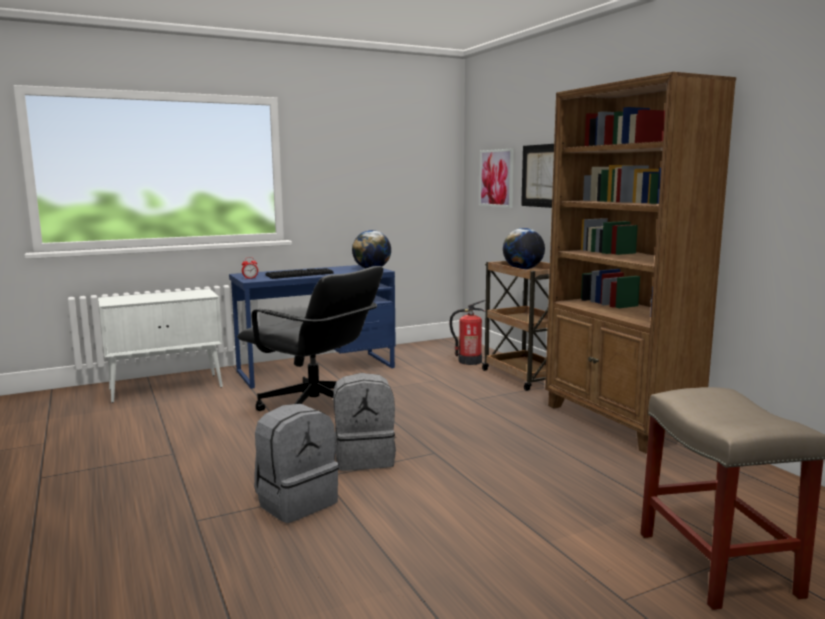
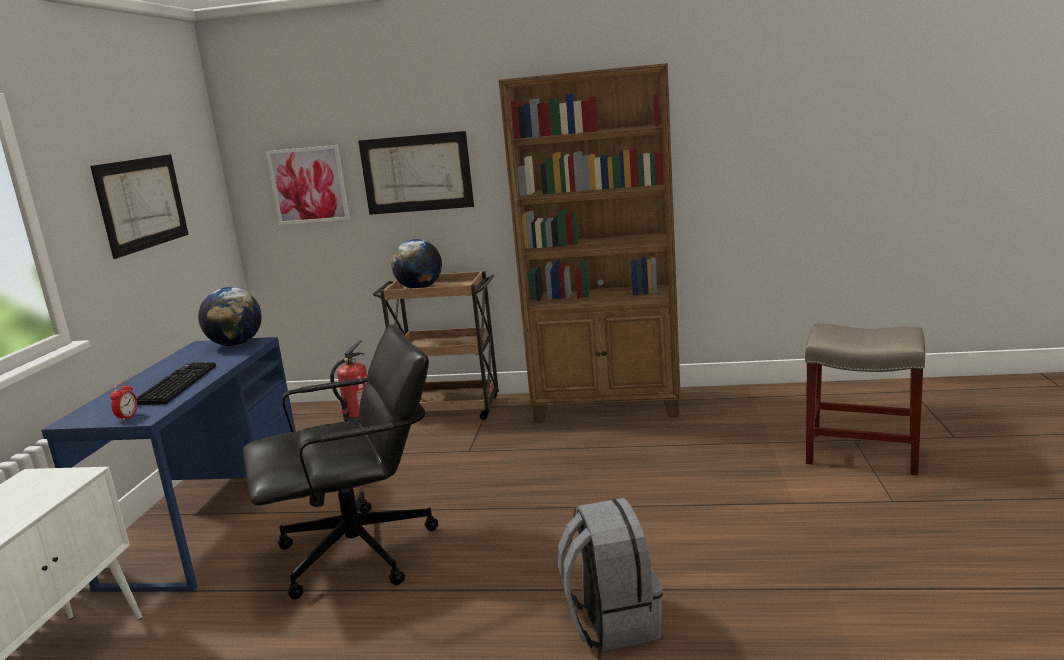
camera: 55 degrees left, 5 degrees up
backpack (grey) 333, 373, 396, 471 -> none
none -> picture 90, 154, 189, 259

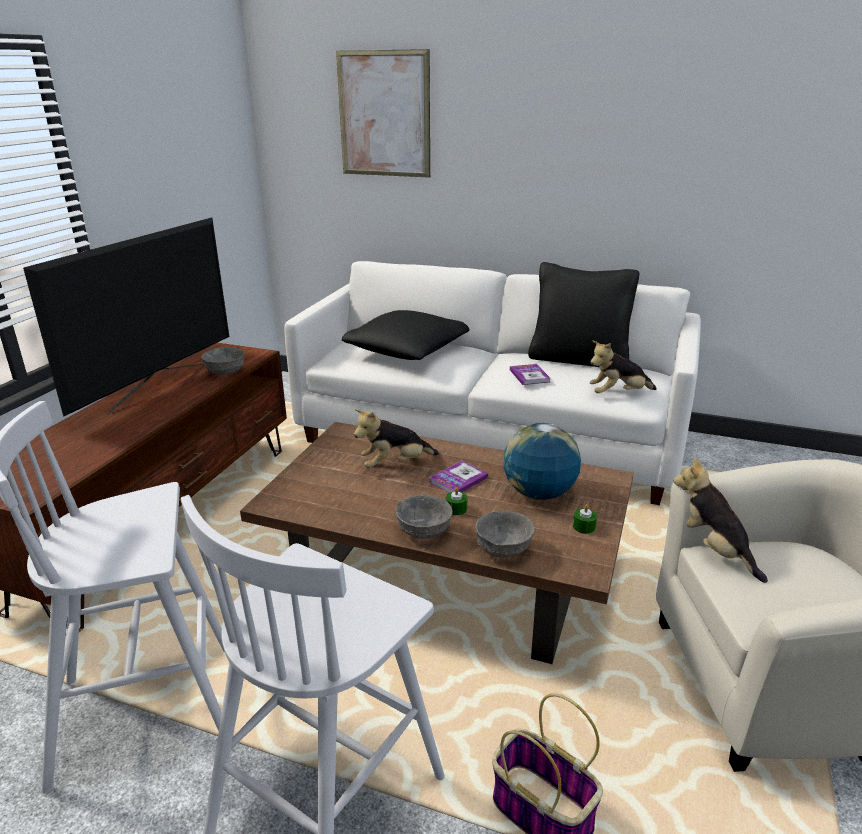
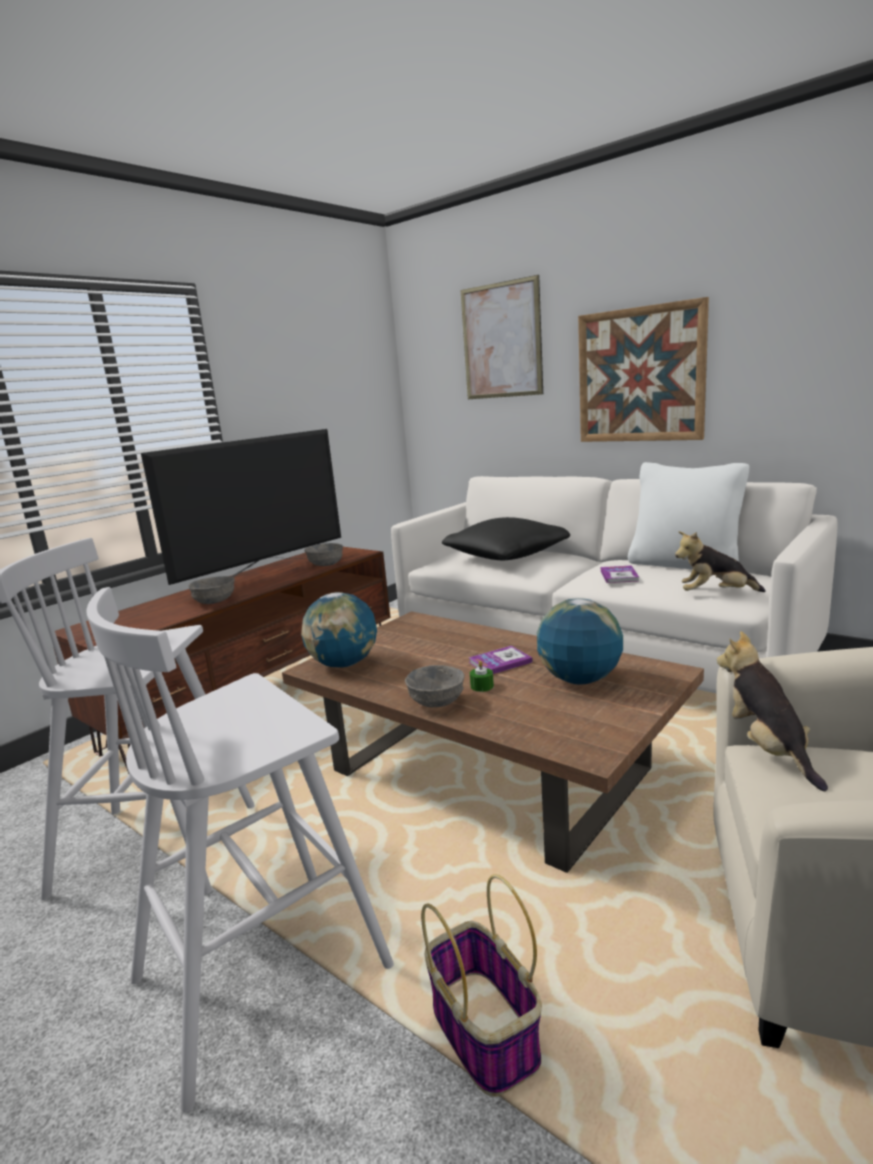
camera: 20 degrees right, 10 degrees down
plush toy 354, 409, 439, 468 -> none
bowl (grey) 476, 511, 535, 558 -> bowl (grey) 188, 576, 235, 604, move
pillow (black) 528, 262, 639, 367 -> pillow (white) 628, 462, 750, 570
candle (green) 573, 504, 597, 534 -> none
none -> globe 301, 592, 377, 668
none -> picture 578, 297, 709, 442

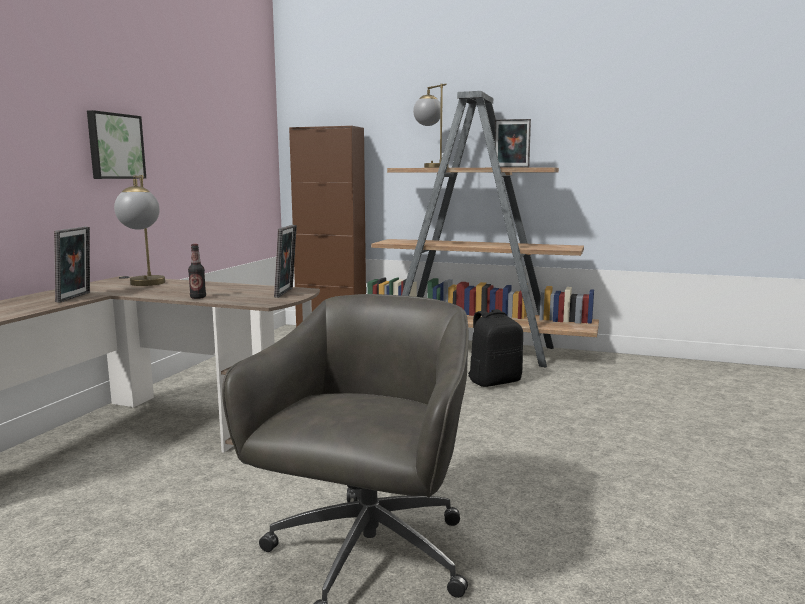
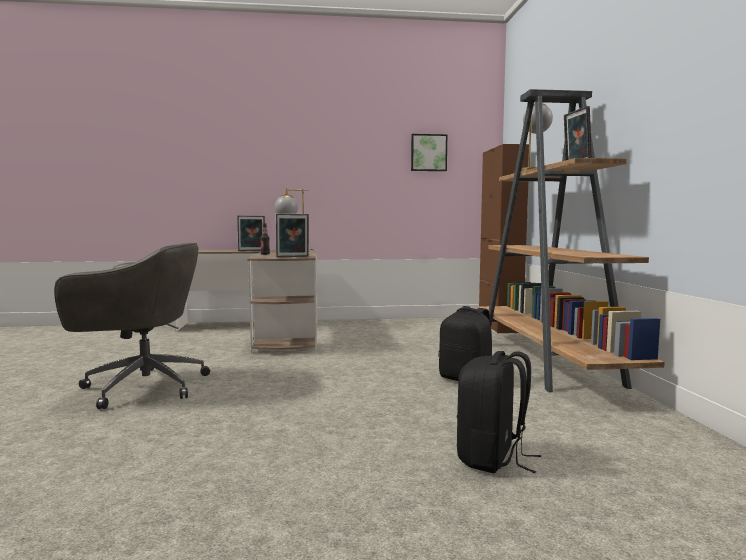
camera: 65 degrees right, 5 degrees down
picture 87, 110, 146, 179 -> picture 411, 134, 447, 171, move
none -> backpack (black) 457, 351, 541, 473

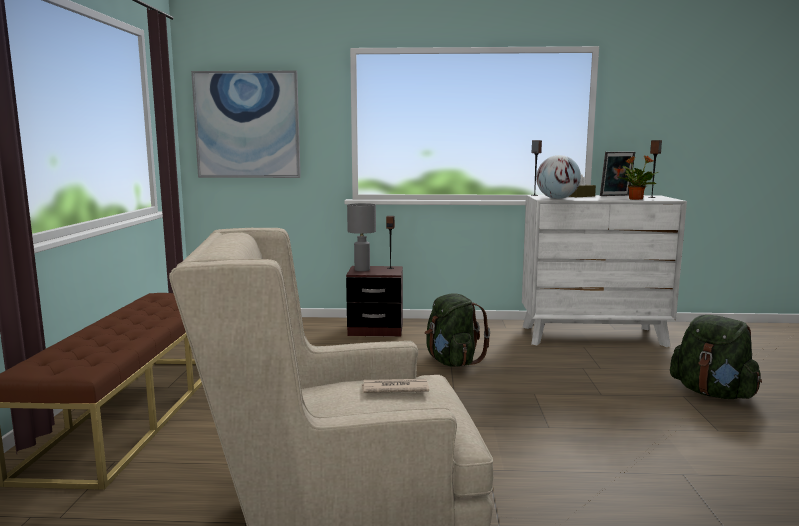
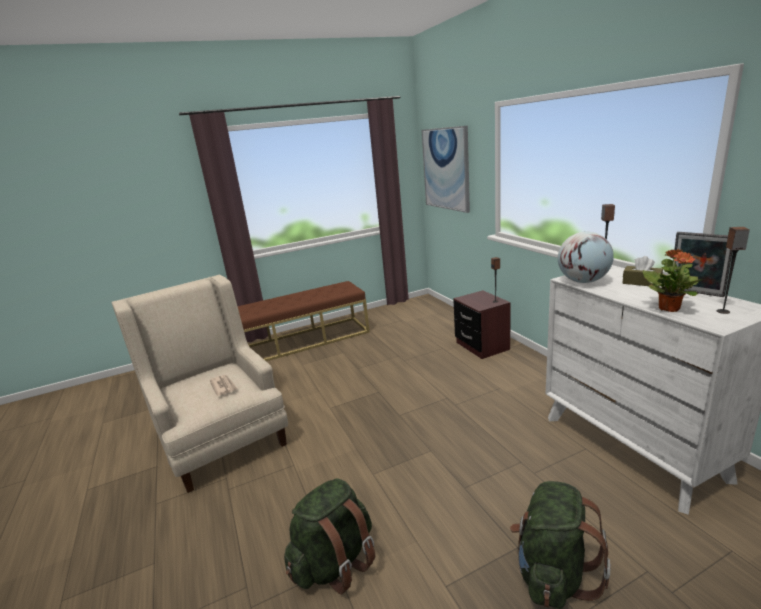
camera: 65 degrees right, 10 degrees up
table lamp (grey) 347, 203, 376, 271 -> none
backpack (green) 425, 293, 490, 367 -> backpack (green) 284, 478, 375, 594, move

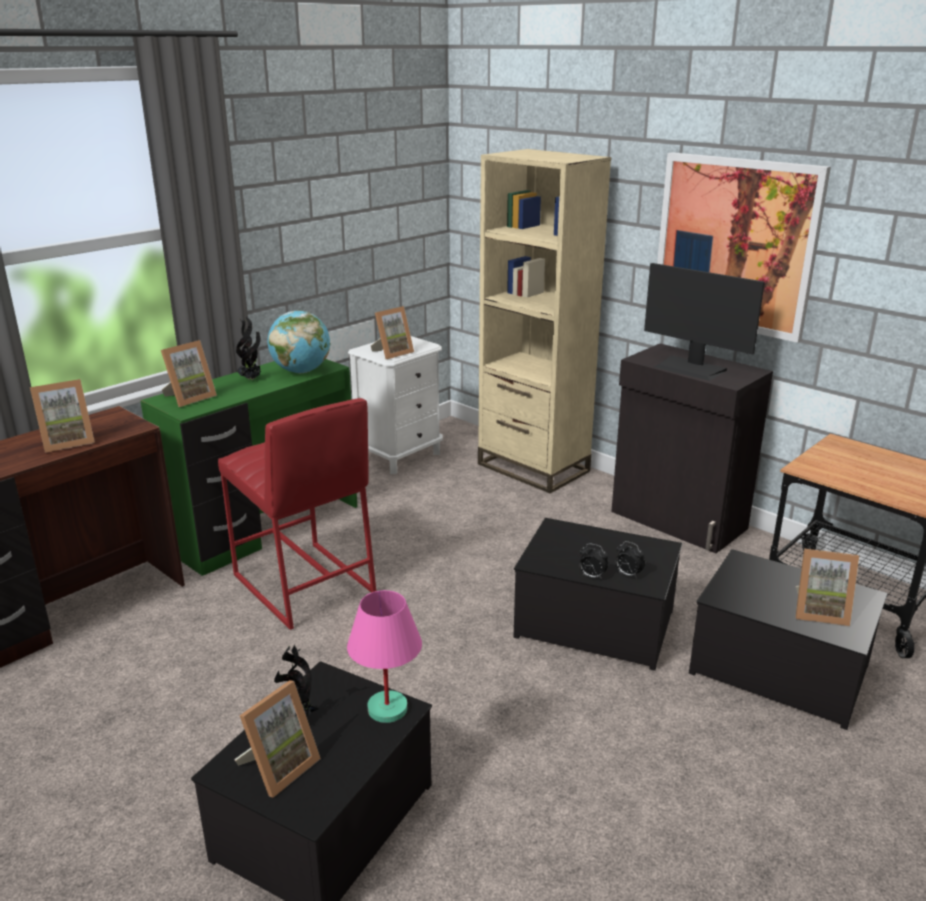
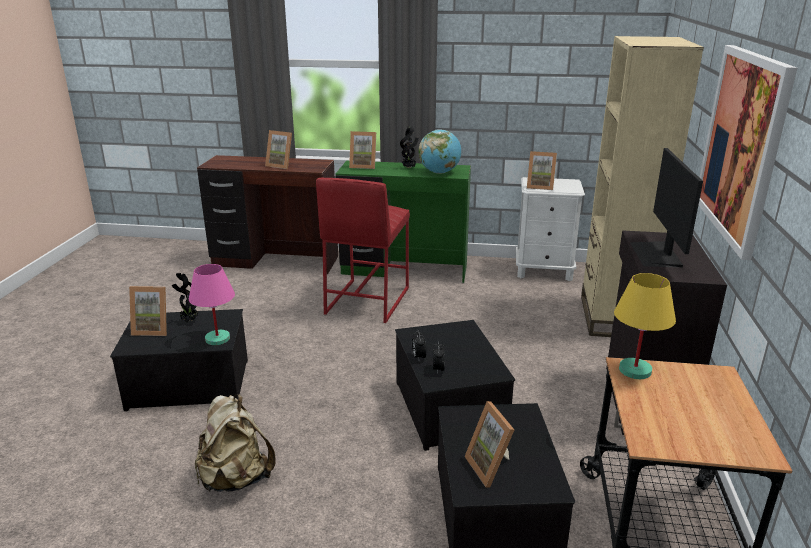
camera: 55 degrees right, 0 degrees up
none -> backpack (beige) 195, 394, 276, 492
none -> table lamp (yellow) 614, 273, 676, 379

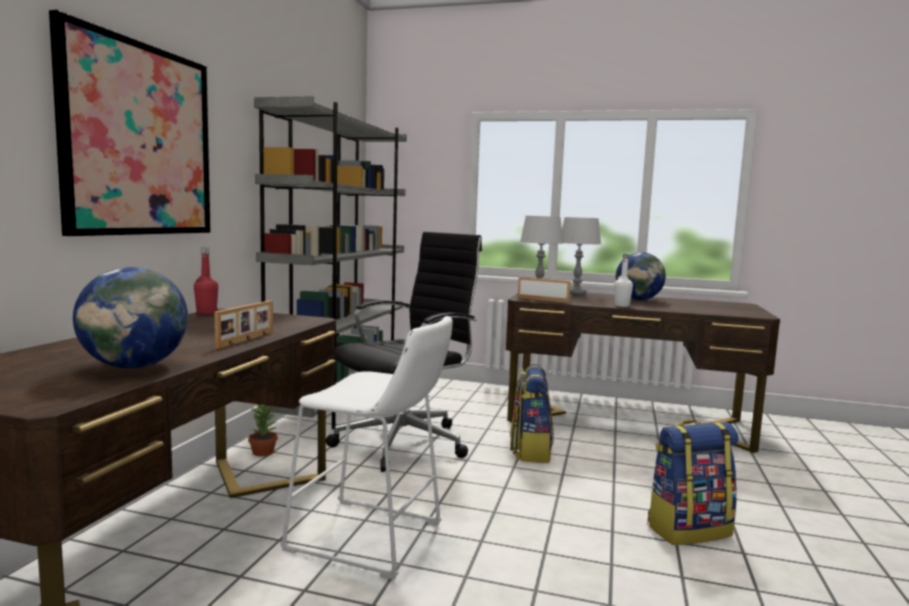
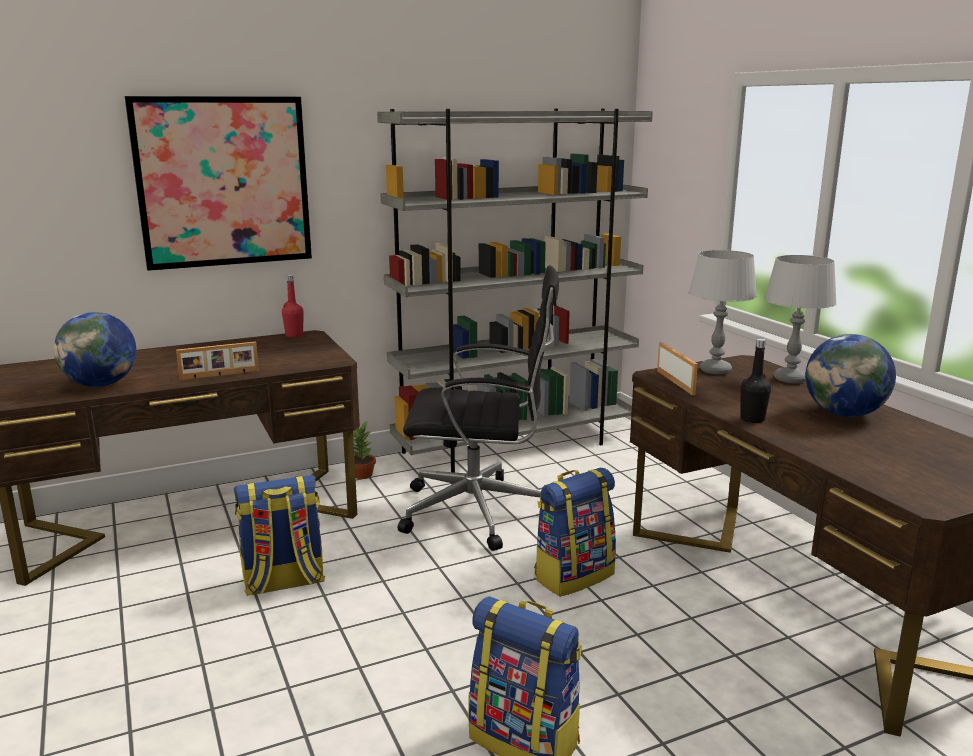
camera: 50 degrees right, 10 degrees up
stool (white) 280, 316, 453, 580 -> backpack 234, 475, 325, 596
bottle (white) 614, 254, 633, 307 -> bottle (black) 740, 338, 771, 423

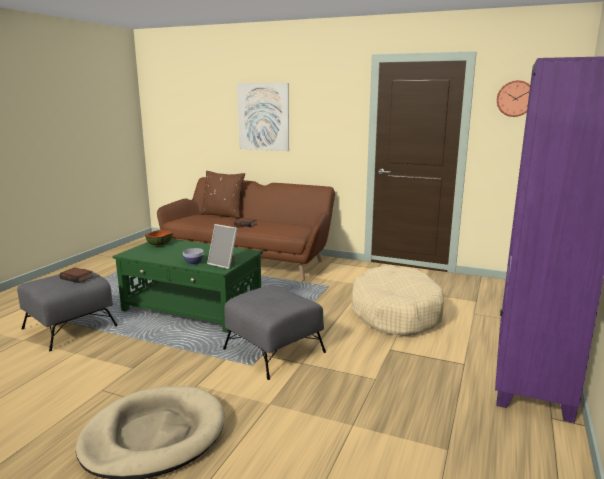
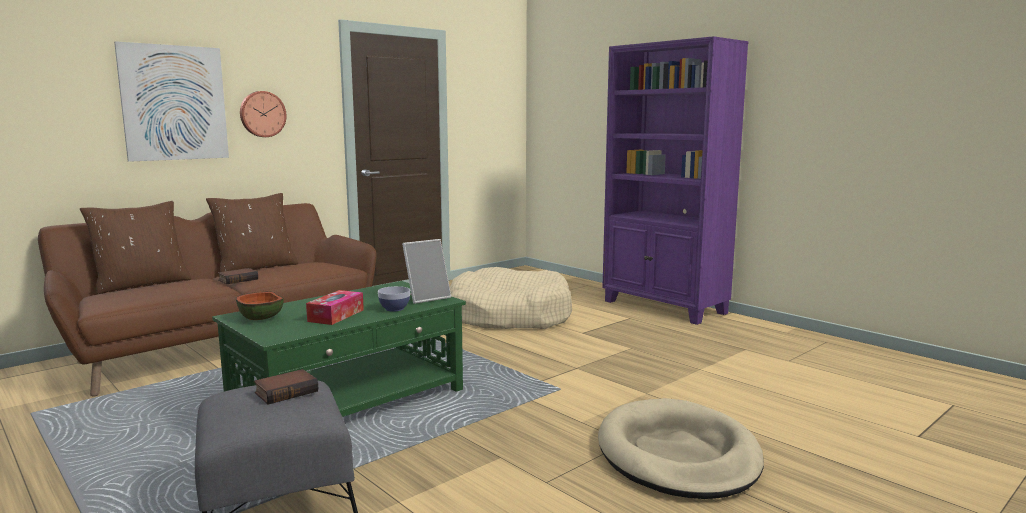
camera: 65 degrees left, 5 degrees down
ottoman (grey) 223, 285, 326, 380 -> none
wall clock 497, 80, 530, 117 -> wall clock 240, 91, 287, 137, move
none -> pillow (brown) 206, 193, 298, 272
none -> tissue box 306, 290, 364, 325

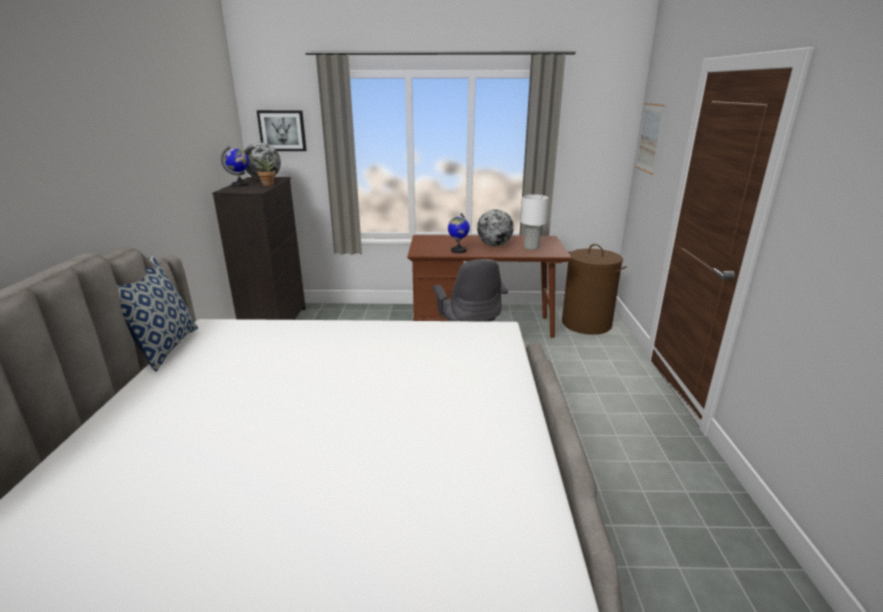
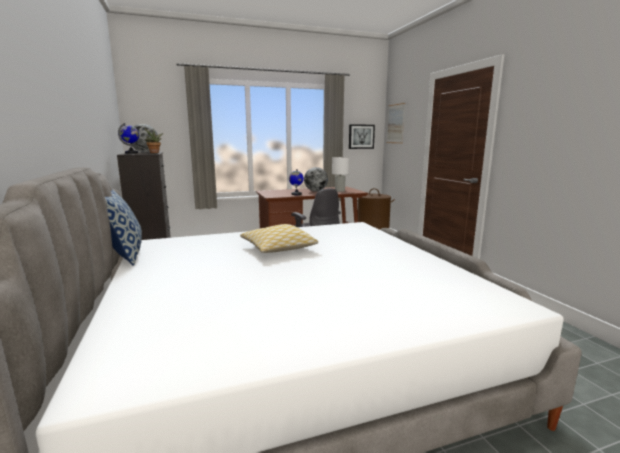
camera: 20 degrees left, 10 degrees down
picture 257, 110, 307, 151 -> picture 349, 124, 375, 149, move
none -> pillow 240, 224, 318, 253

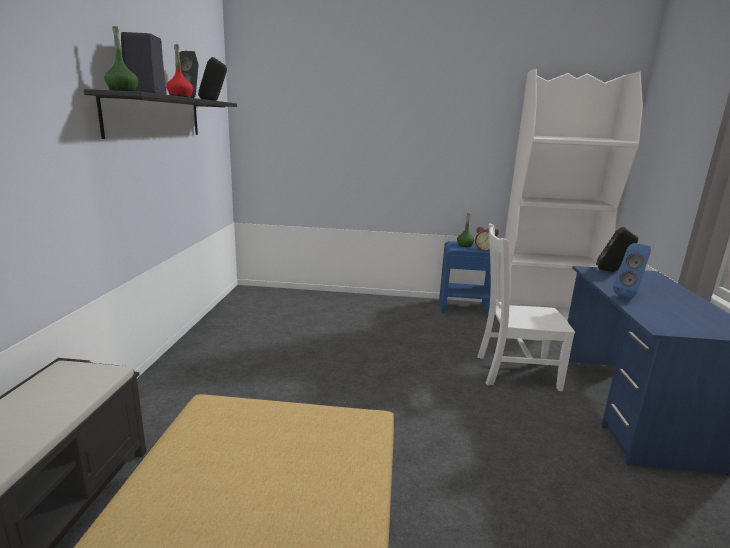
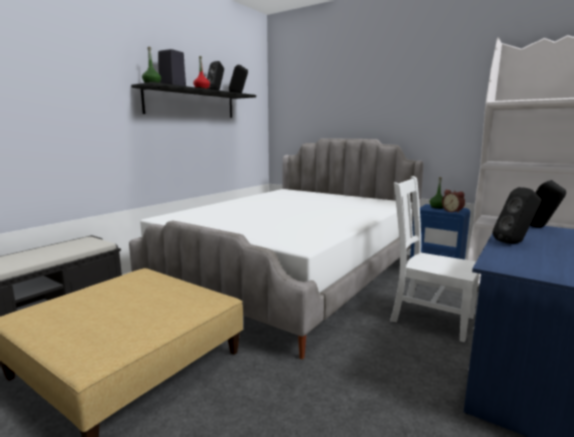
camera: 30 degrees right, 5 degrees down
speaker (blue) 613, 243, 651, 298 -> speaker (black) 492, 187, 541, 244
none -> bed 129, 138, 424, 359

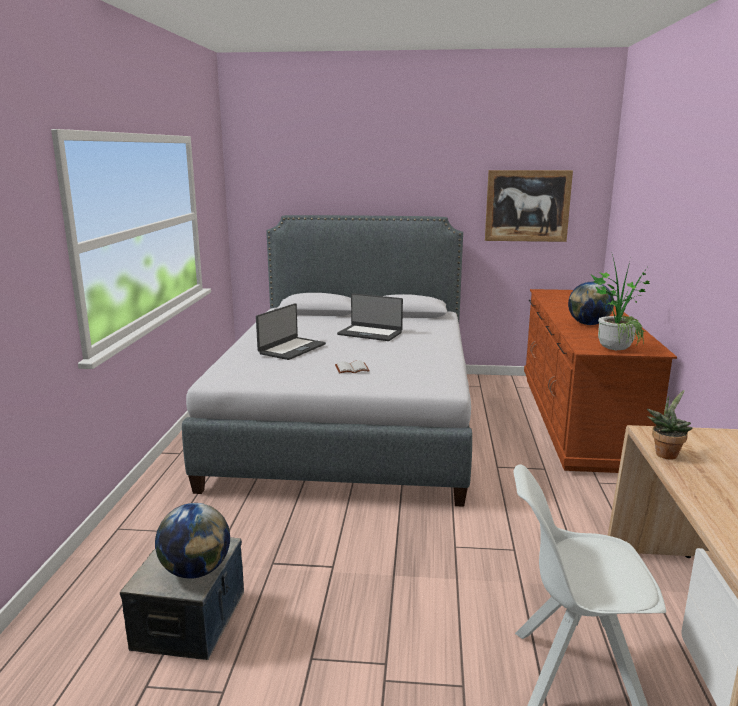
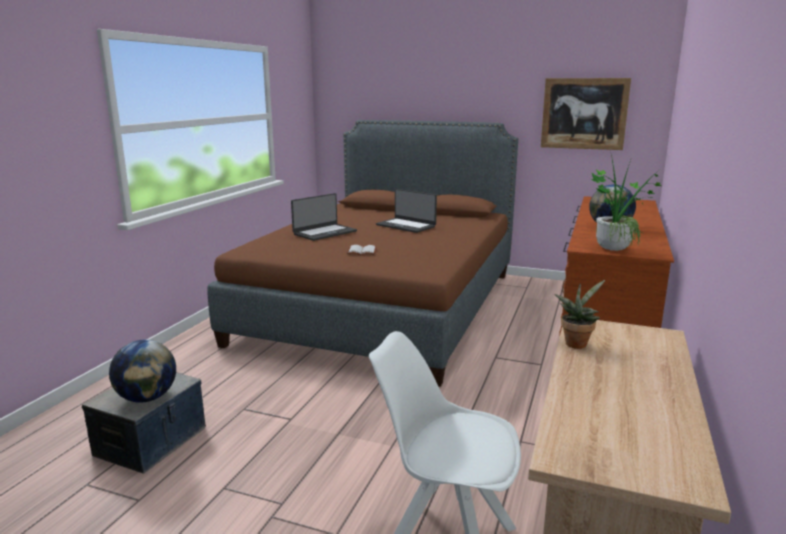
camera: 15 degrees right, 0 degrees up
bed (grey) 182, 215, 472, 507 -> bed (brown) 207, 120, 518, 387

